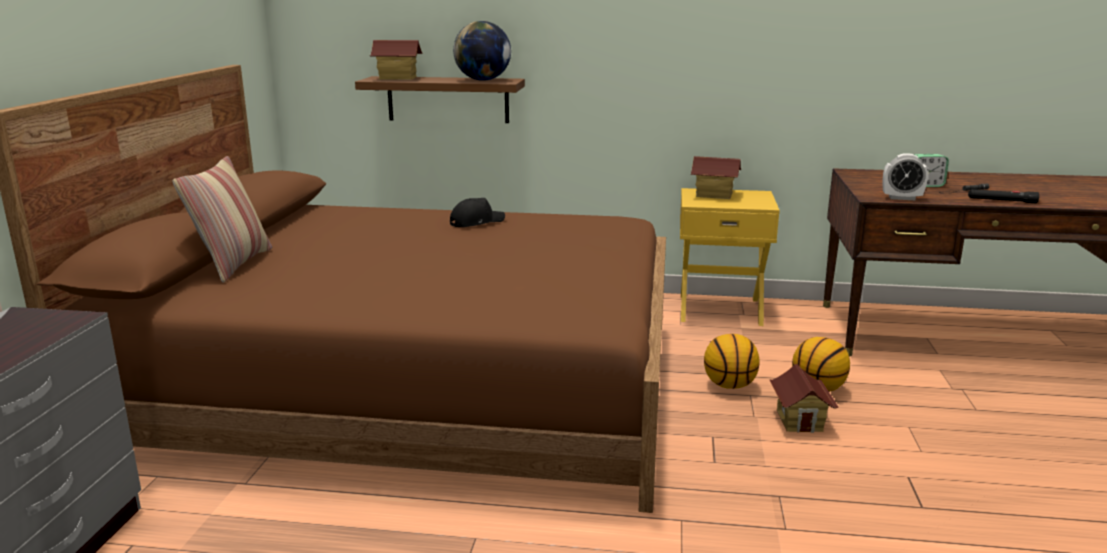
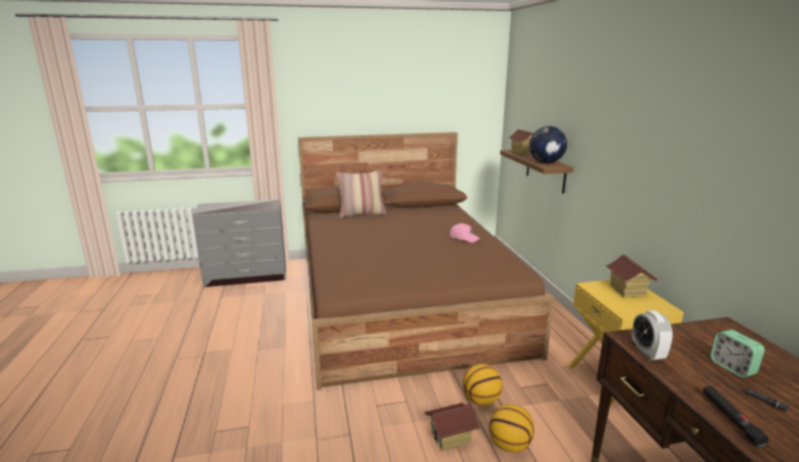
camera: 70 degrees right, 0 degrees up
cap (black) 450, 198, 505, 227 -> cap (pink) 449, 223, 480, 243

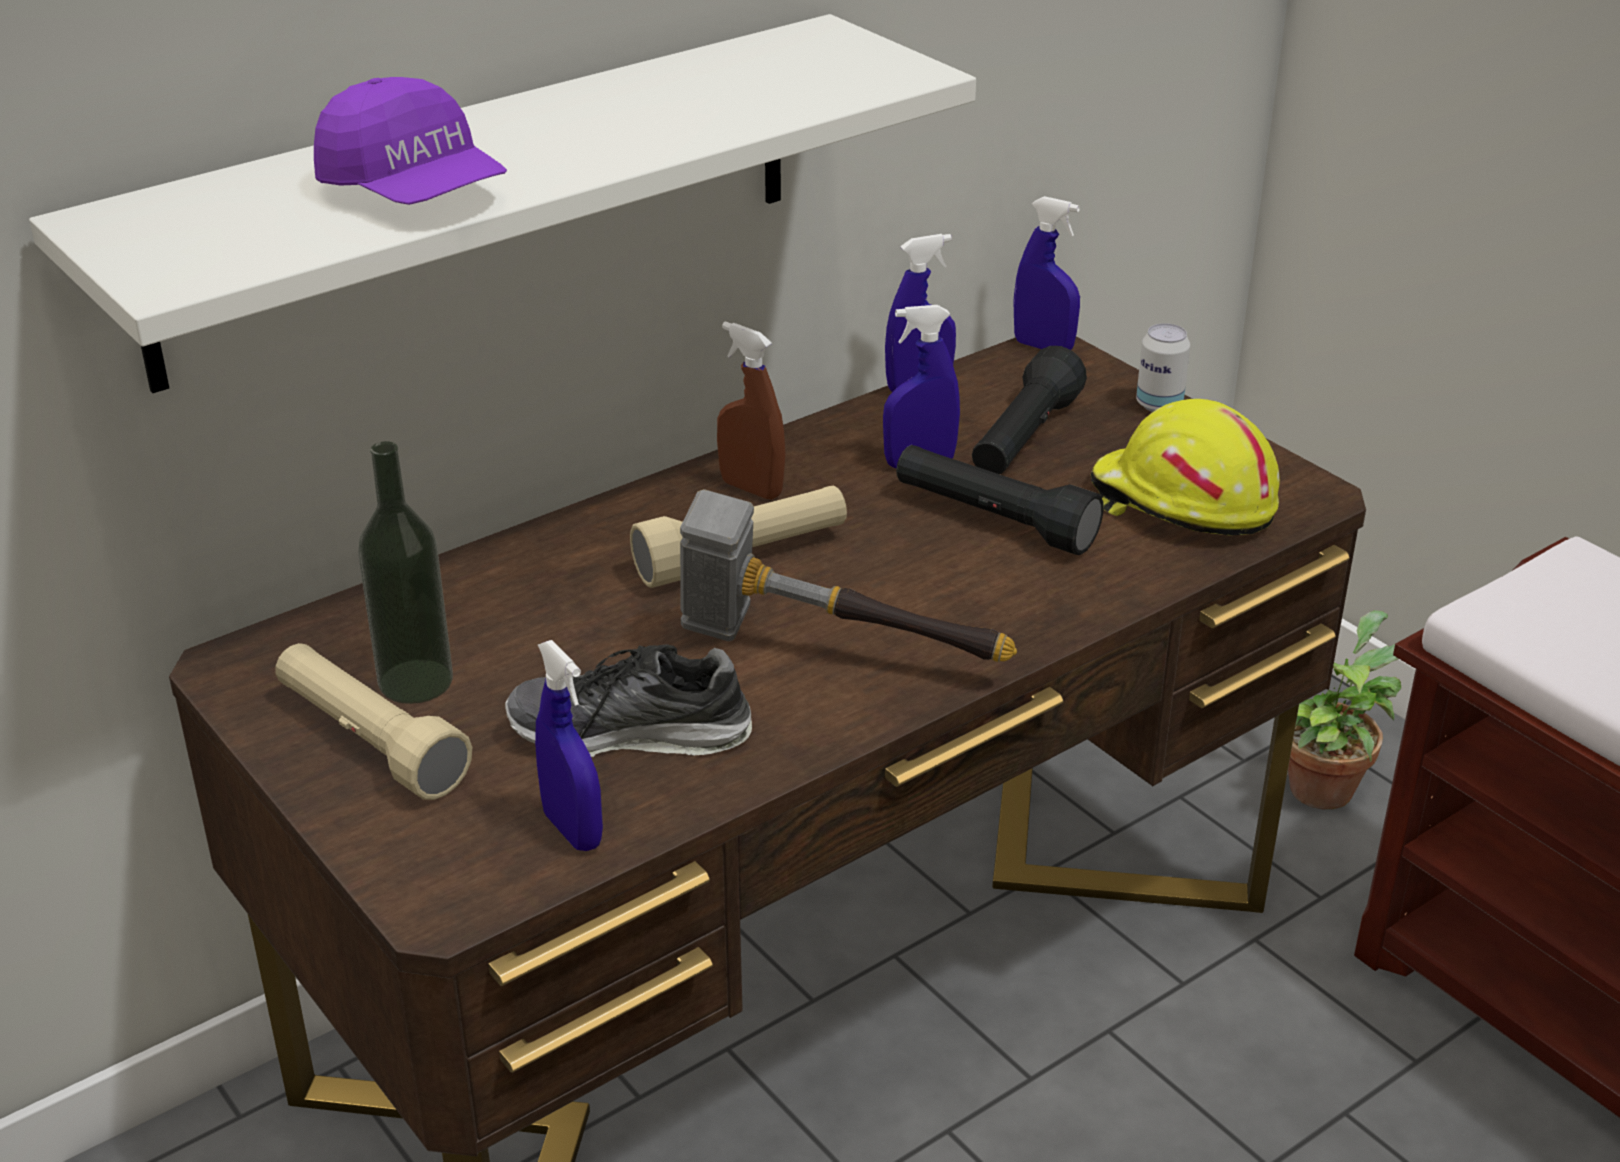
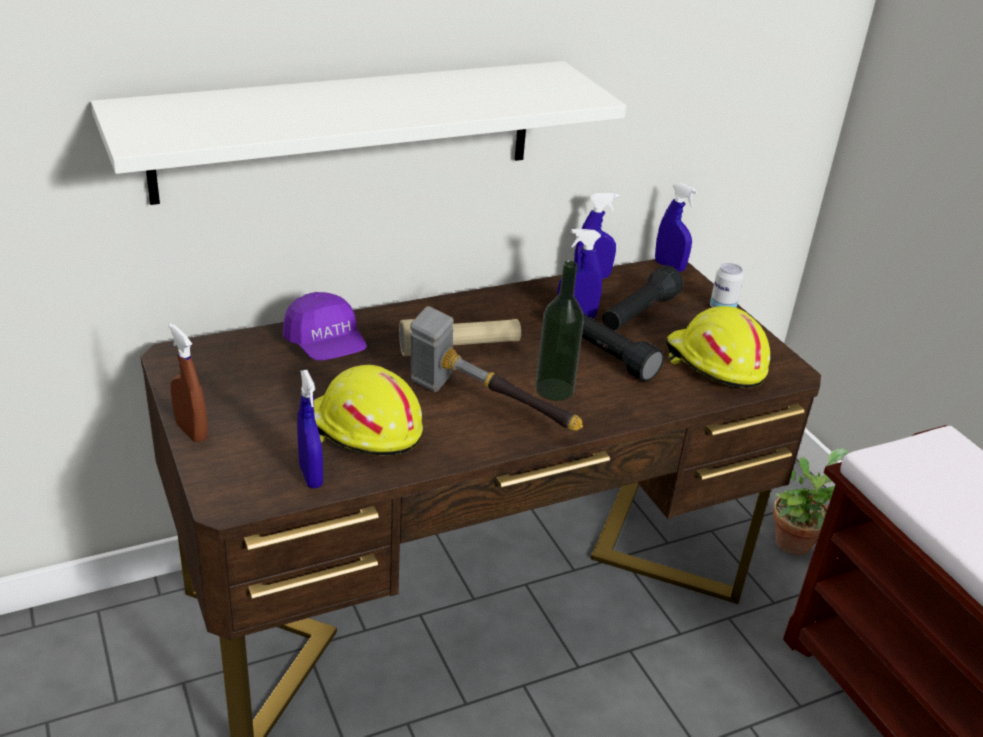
camera: 10 degrees right, 0 degrees up
flashlight (beige) 275, 643, 472, 800 -> none
cap (purple) 314, 77, 507, 205 -> cap (purple) 283, 292, 367, 360, move
bottle 358, 441, 453, 704 -> bottle 535, 261, 584, 401, move
shoe 505, 644, 752, 757 -> hard hat (yellow) 314, 365, 423, 456
spray bottle (brown) 717, 321, 785, 499 -> spray bottle (brown) 168, 323, 208, 442, move

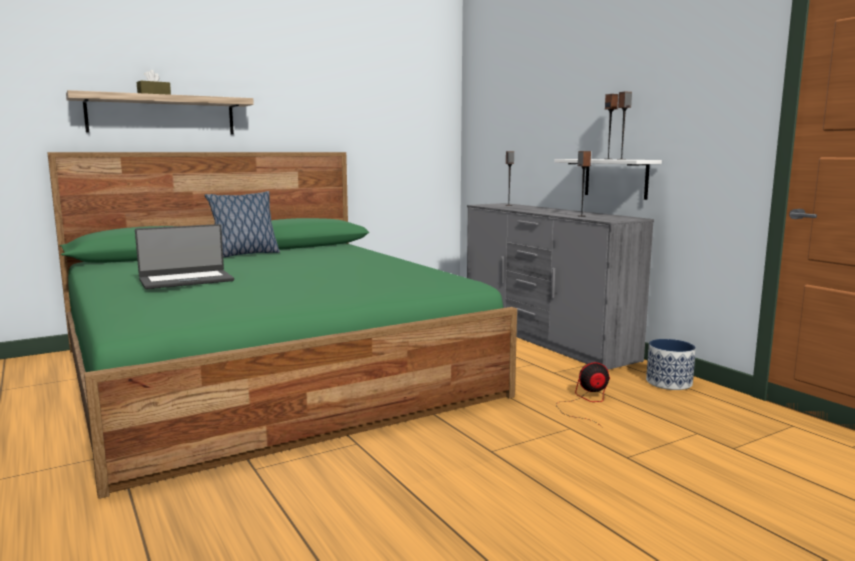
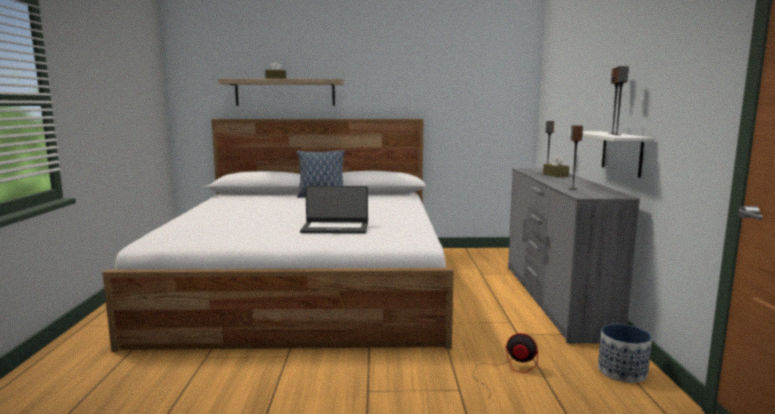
camera: 30 degrees right, 0 degrees up
bed (green) 47, 152, 517, 499 -> bed (white) 102, 119, 454, 352
laptop 135, 224, 234, 289 -> laptop 300, 186, 368, 234, move
none -> tissue box (brown) 543, 155, 569, 177

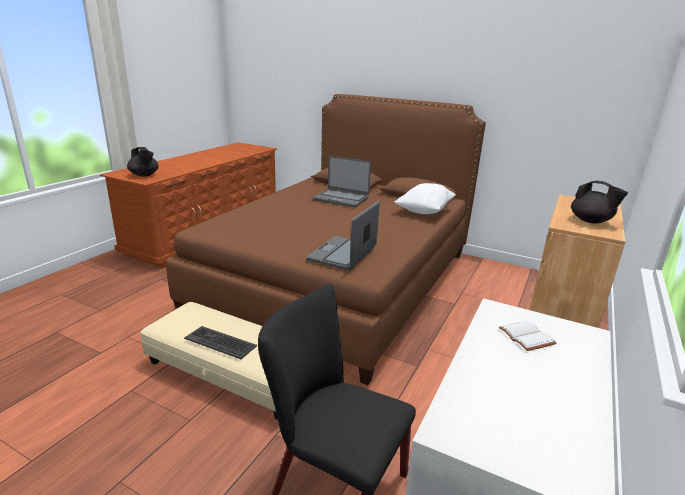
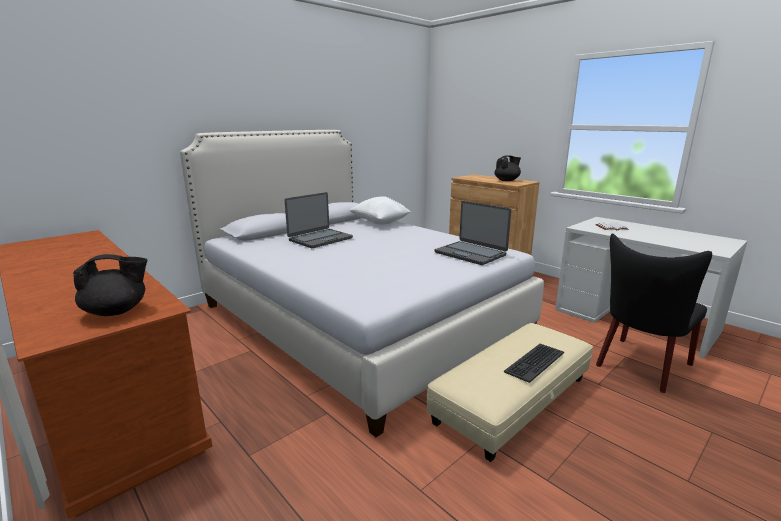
camera: 70 degrees left, 5 degrees down
bed (brown) 166, 94, 486, 385 -> bed (white) 180, 130, 544, 437

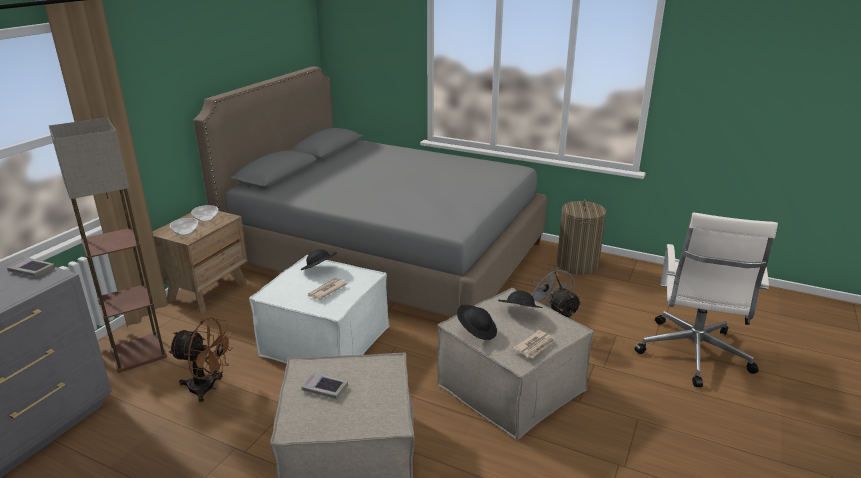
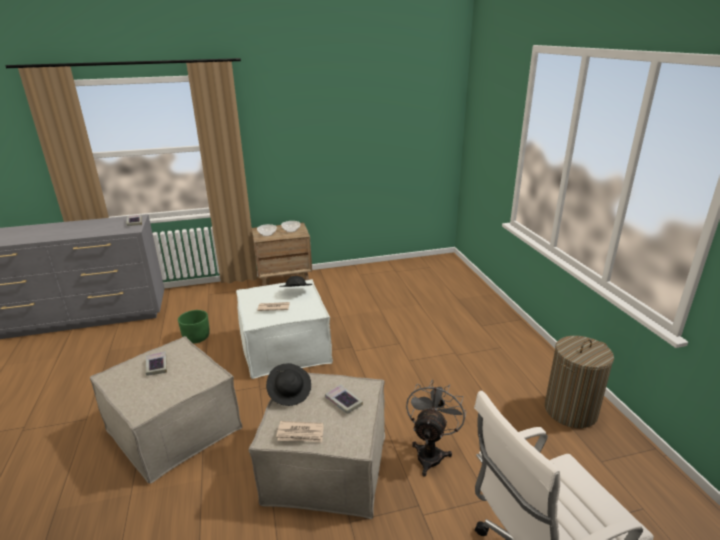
camera: 50 degrees right, 0 degrees up
floor lamp 49, 118, 167, 373 -> none
fan (brown) 168, 317, 233, 402 -> planter (green) 178, 310, 210, 344
bed (grey) 194, 66, 547, 318 -> none
hat (black) 498, 290, 543, 308 -> book 325, 384, 363, 414

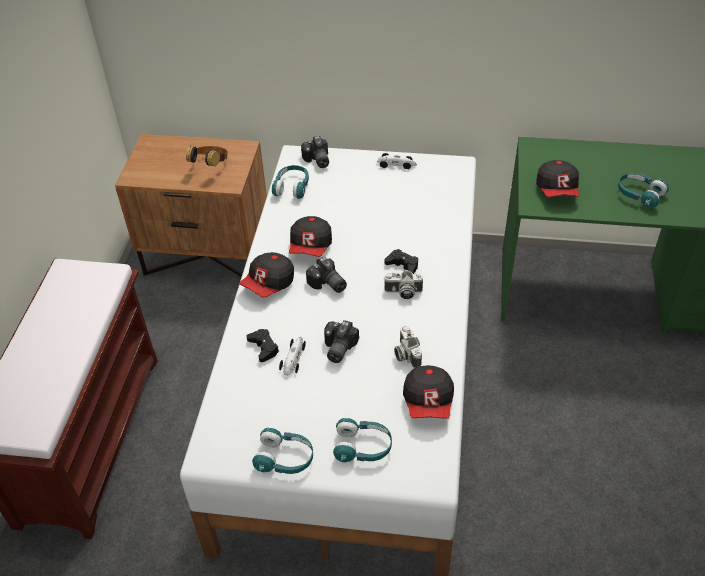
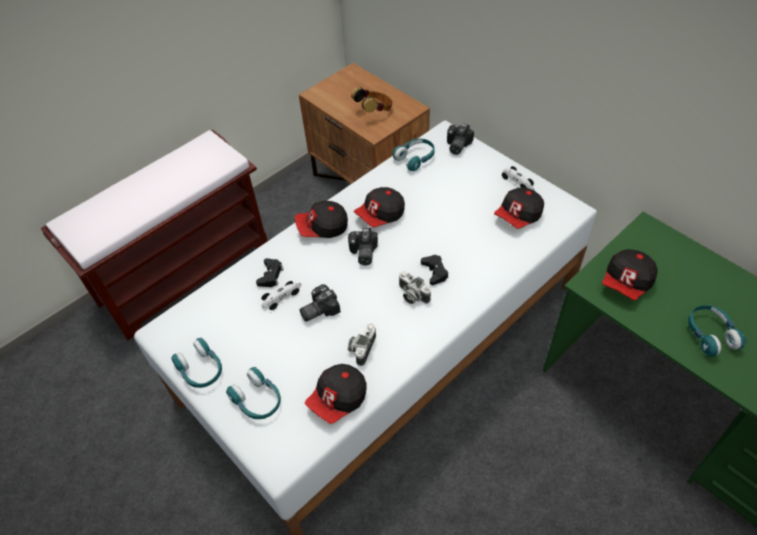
camera: 40 degrees right, 5 degrees up
none -> cap 494, 188, 544, 229

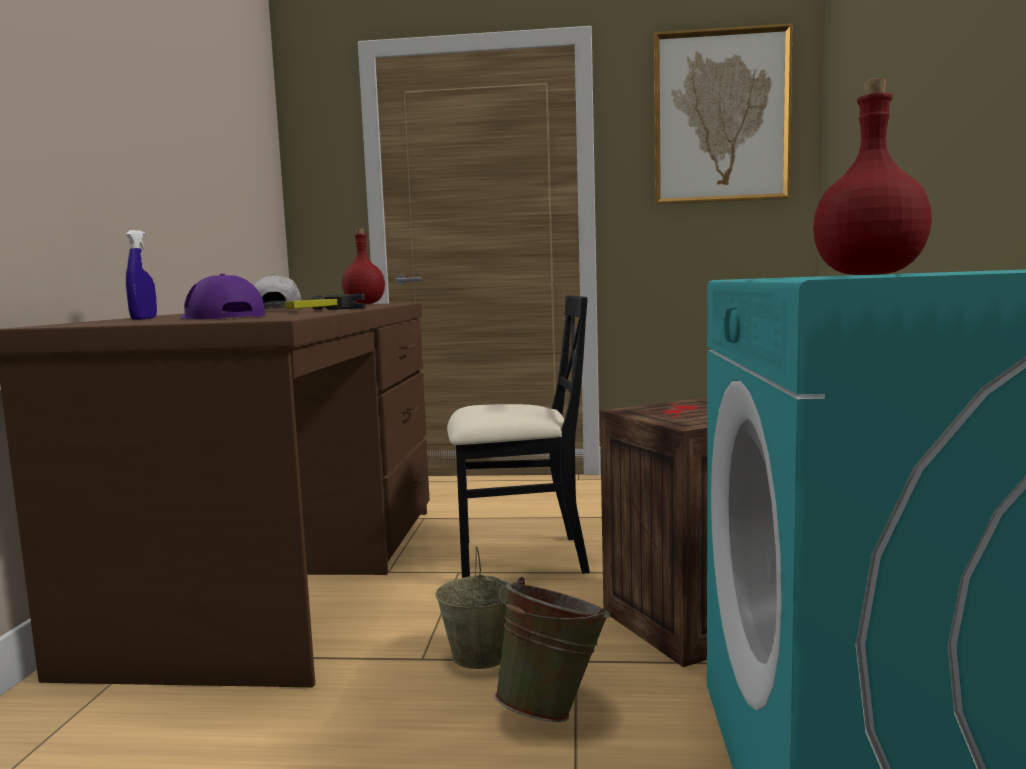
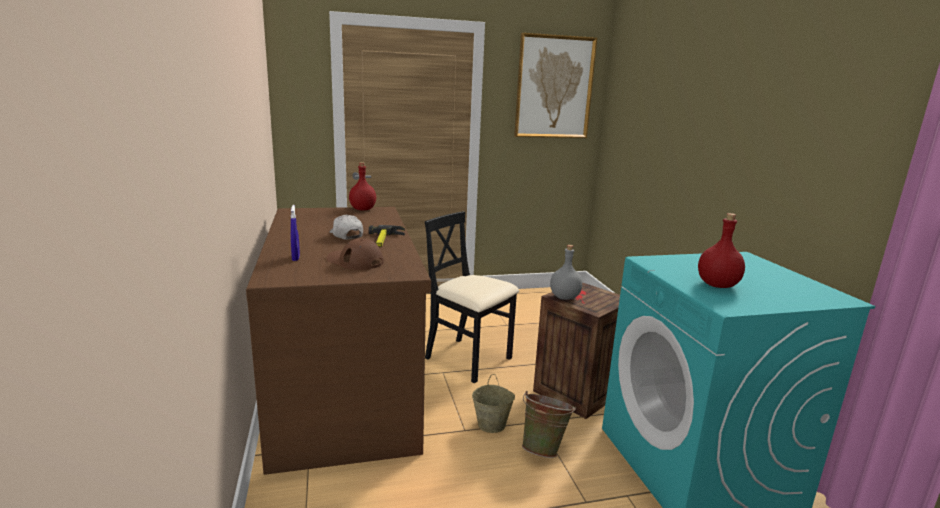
camera: 20 degrees left, 10 degrees up
cap (purple) 180, 274, 265, 319 -> cap (brown) 326, 238, 383, 270
chair (black) 447, 295, 590, 578 -> chair (black) 425, 211, 519, 383, 120 degrees counterclockwise
none -> bottle (grey) 550, 245, 582, 300

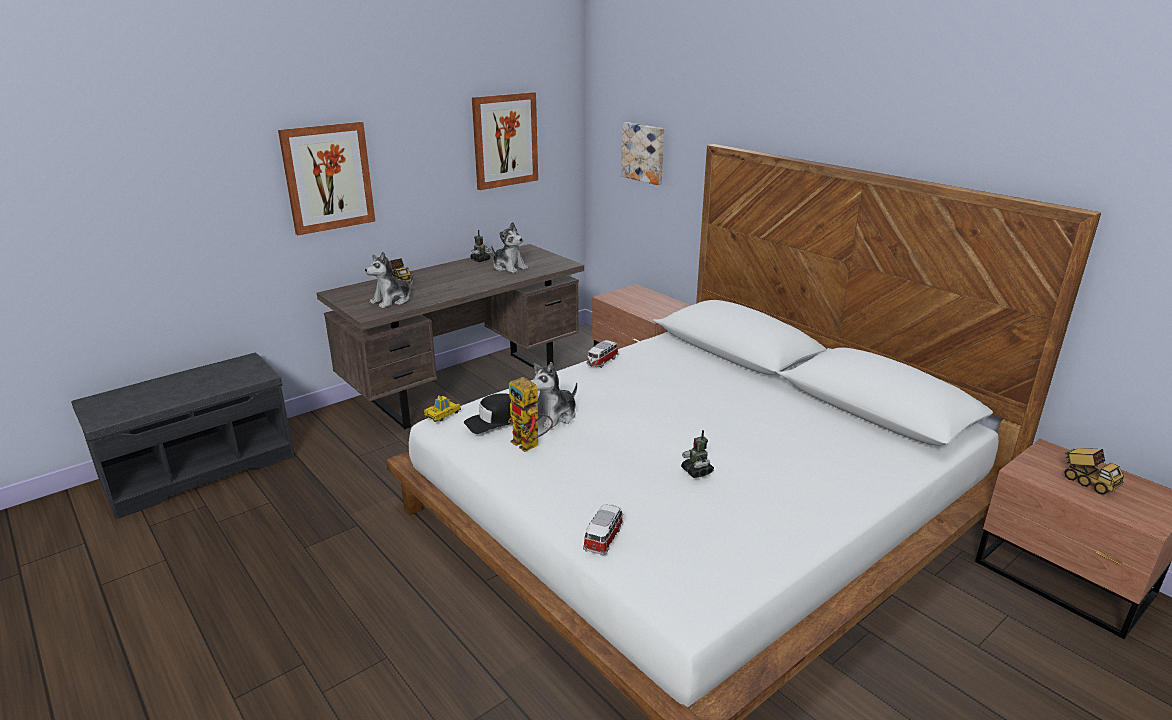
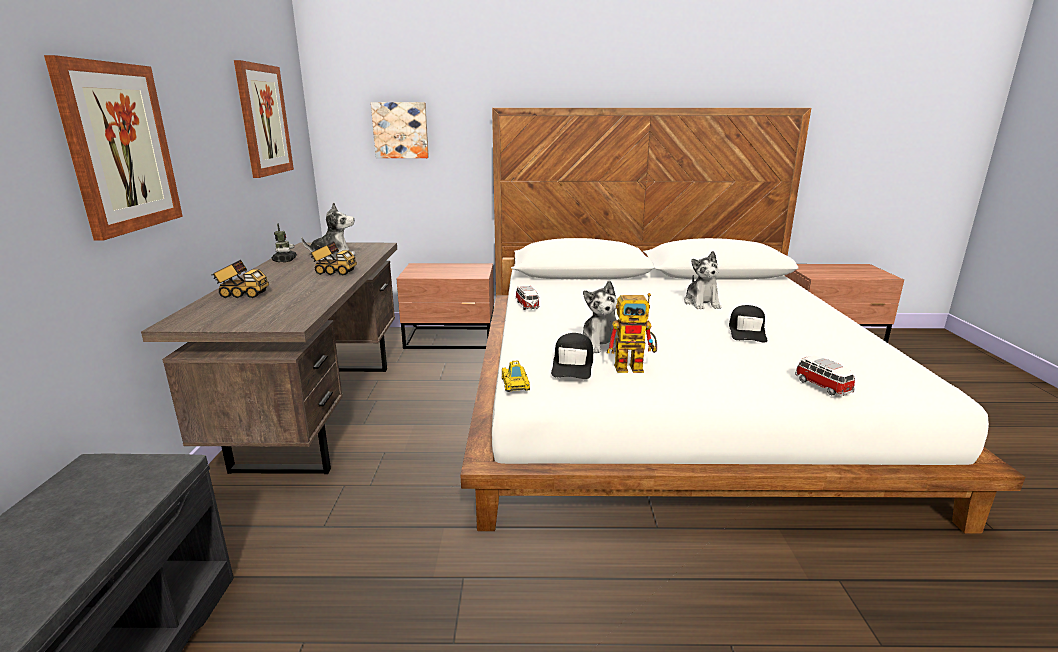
camera: 50 degrees left, 5 degrees down
plush toy 365, 252, 413, 308 -> plush toy 684, 251, 721, 309, move
toy robot 681, 430, 714, 478 -> cap (black) 729, 305, 767, 342
toy truck 1064, 448, 1124, 495 -> toy truck 309, 242, 357, 276, move

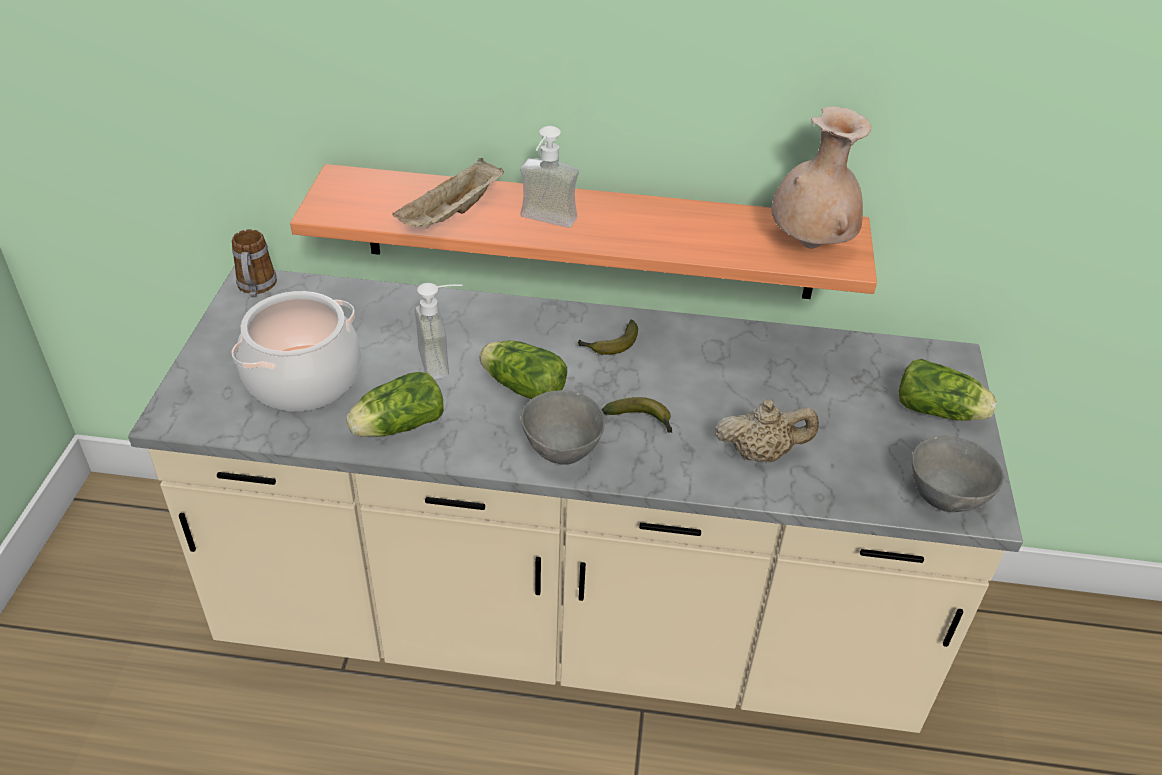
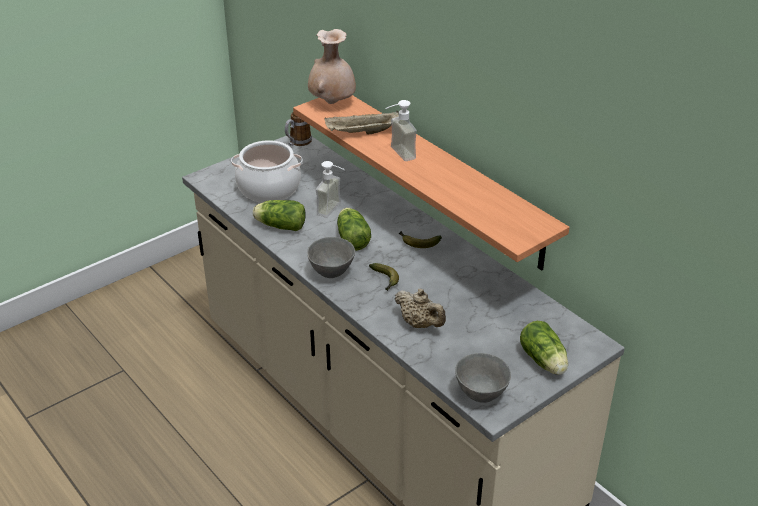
camera: 45 degrees right, 5 degrees down
vase (beige) 771, 106, 871, 249 -> vase (beige) 308, 29, 356, 104, move

